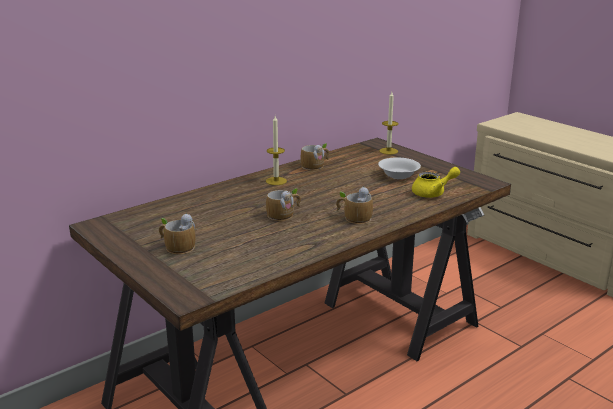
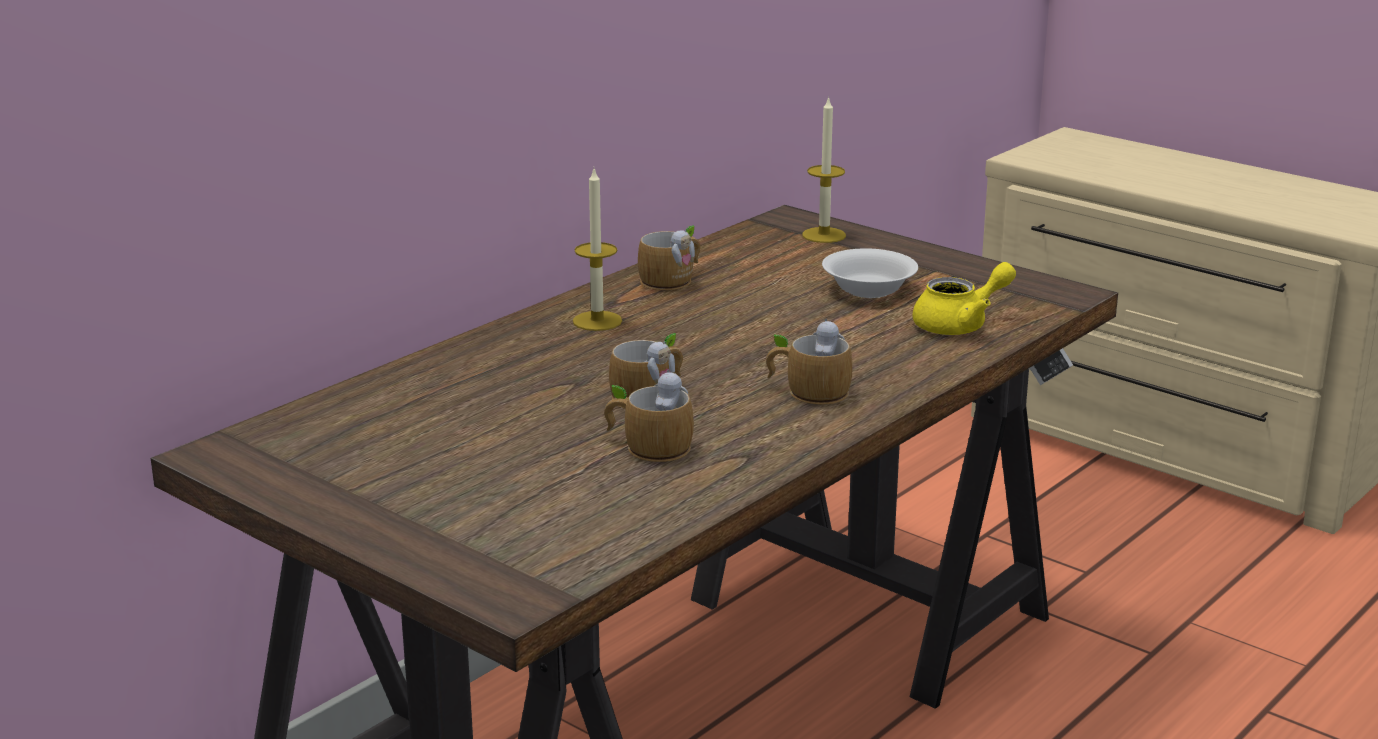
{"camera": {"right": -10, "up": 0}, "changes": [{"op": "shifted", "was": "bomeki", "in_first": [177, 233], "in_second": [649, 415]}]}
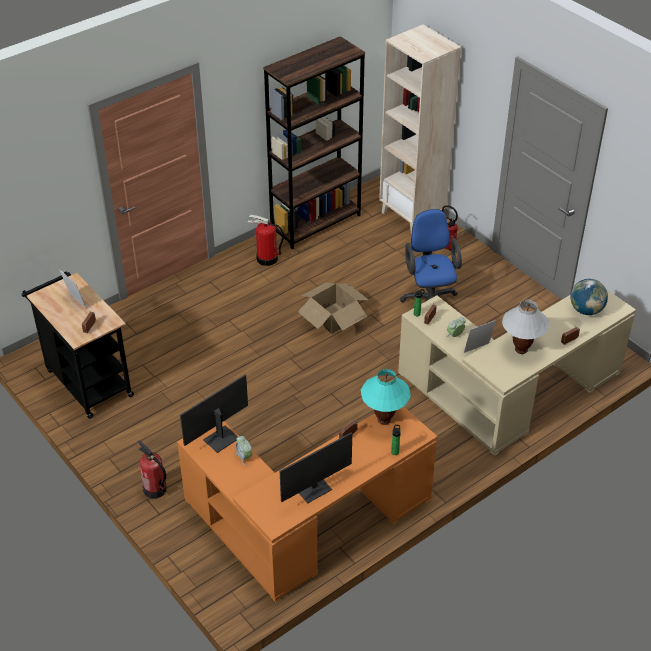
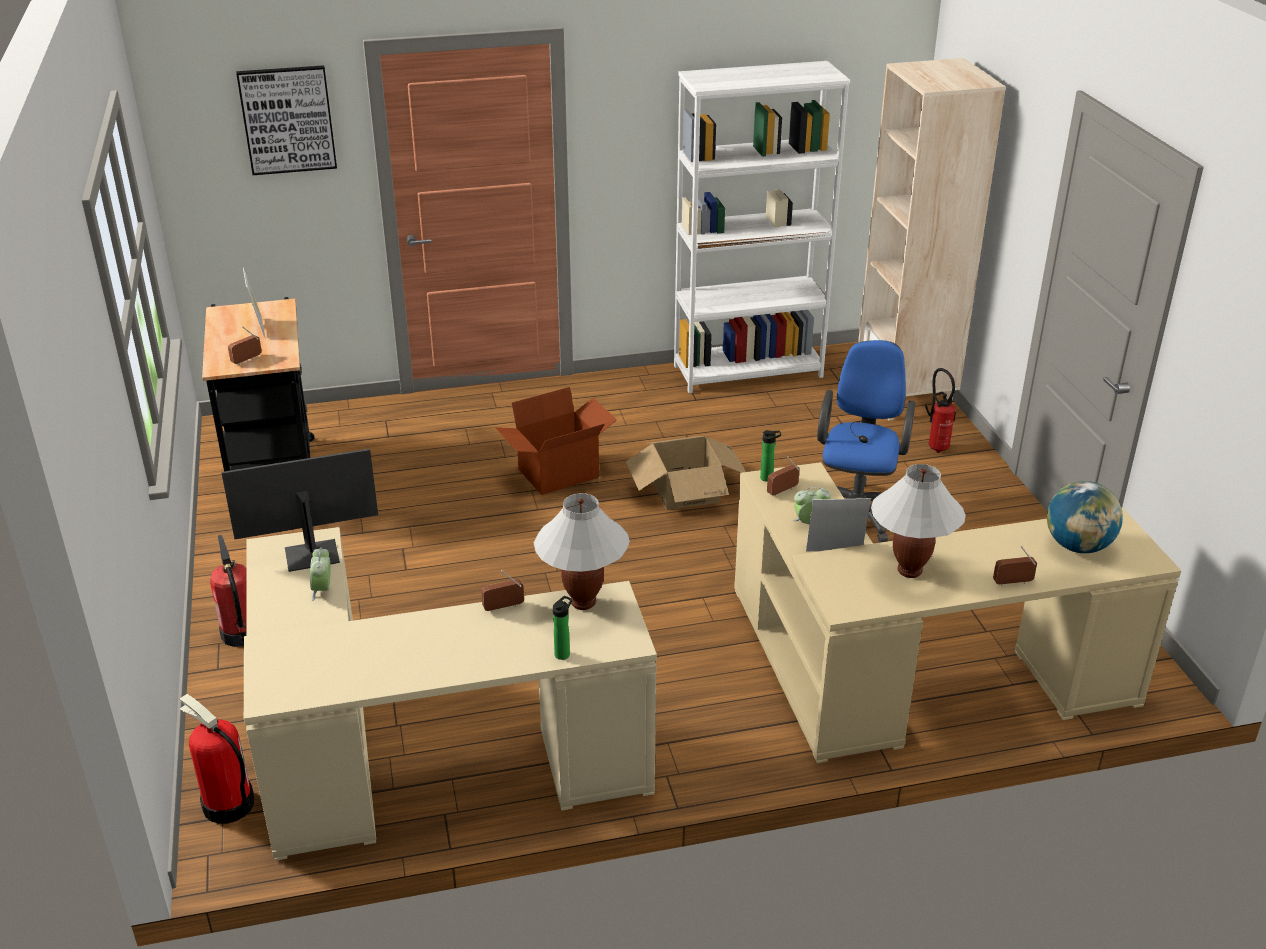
{"camera": {"right": 25, "up": -10}, "changes": [{"op": "repainted", "was": "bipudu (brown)", "now": "bipudu (white)", "in_first": [314, 142], "in_second": [762, 227]}, {"op": "shifted", "was": "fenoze", "in_first": [265, 240], "in_second": [216, 759]}, {"op": "repainted", "was": "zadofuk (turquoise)", "now": "zadofuk (white)", "in_first": [386, 397], "in_second": [582, 551]}, {"op": "repainted", "was": "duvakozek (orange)", "now": "duvakozek (beige)", "in_first": [307, 504], "in_second": [450, 694]}, {"op": "gone", "was": "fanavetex", "in_first": [316, 467]}, {"op": "new", "now": "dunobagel", "in_second": [286, 120]}, {"op": "new", "now": "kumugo", "in_second": [556, 441]}]}
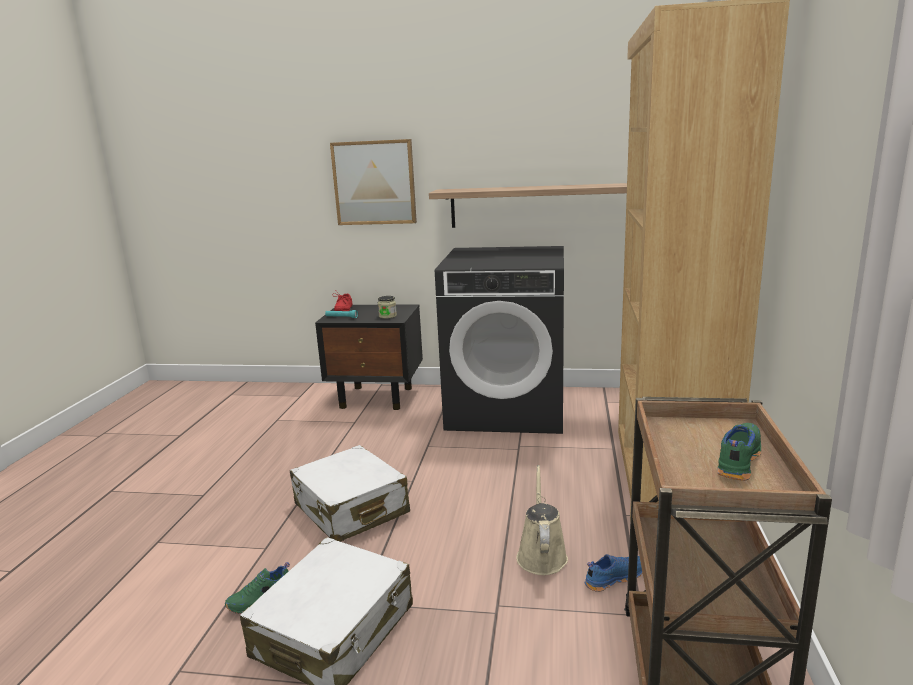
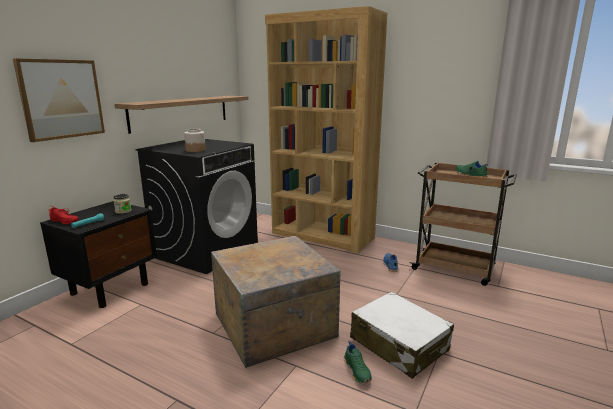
{"camera": {"right": -70, "up": 0}, "changes": [{"op": "swapped", "was": "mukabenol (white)", "now": "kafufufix", "in_first": [350, 493], "in_second": [276, 302]}, {"op": "gone", "was": "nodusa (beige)", "in_first": [542, 520]}, {"op": "new", "now": "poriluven", "in_second": [195, 140]}]}
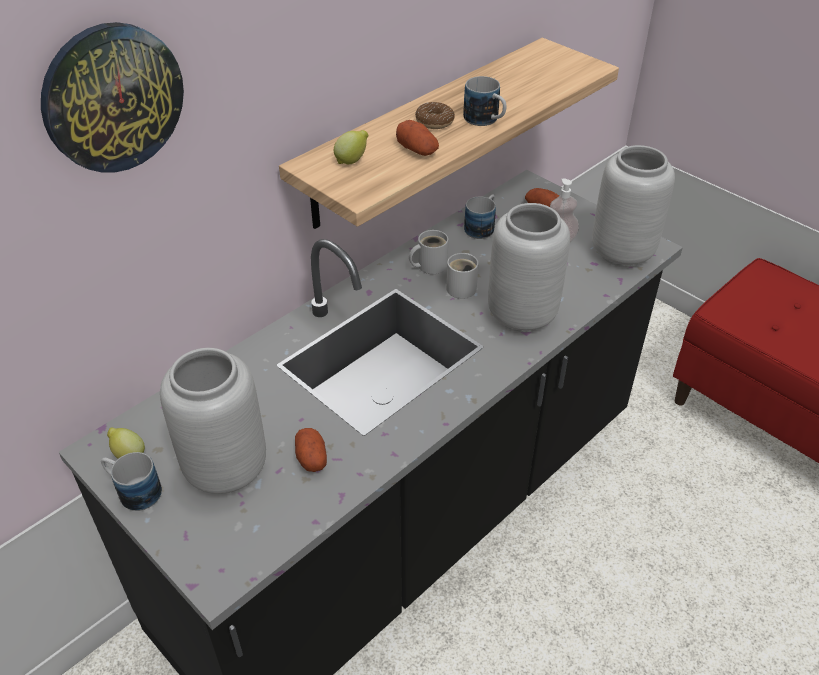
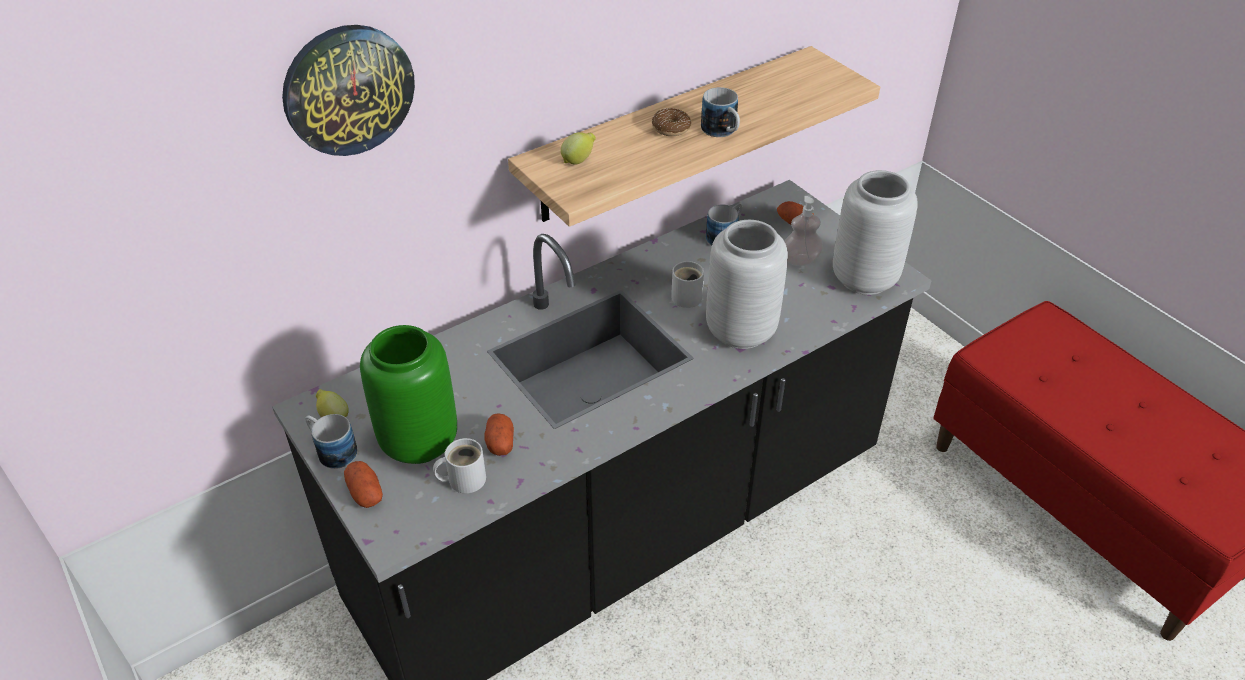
{"camera": {"right": 10, "up": 0}, "changes": [{"op": "shifted", "was": "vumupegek", "in_first": [417, 138], "in_second": [363, 484]}, {"op": "shifted", "was": "bomeki (white)", "in_first": [428, 252], "in_second": [459, 466]}, {"op": "repainted", "was": "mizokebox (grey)", "now": "mizokebox (green)", "in_first": [213, 421], "in_second": [408, 394]}]}
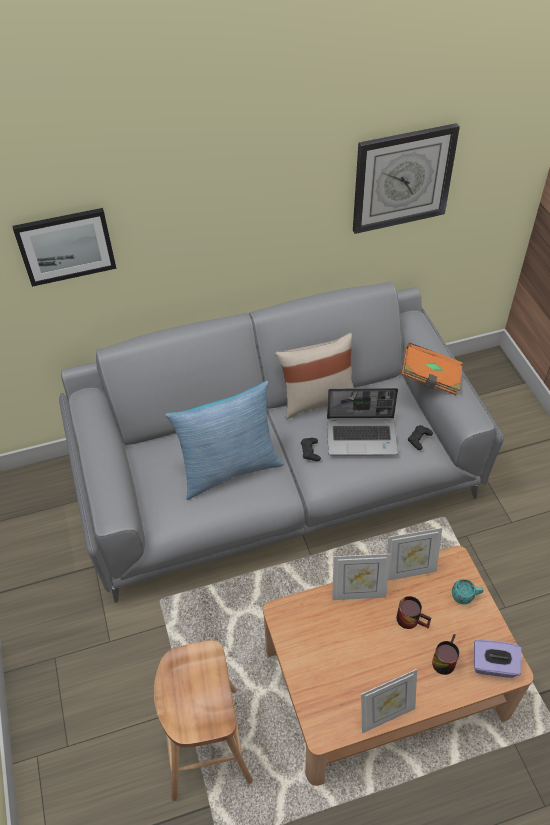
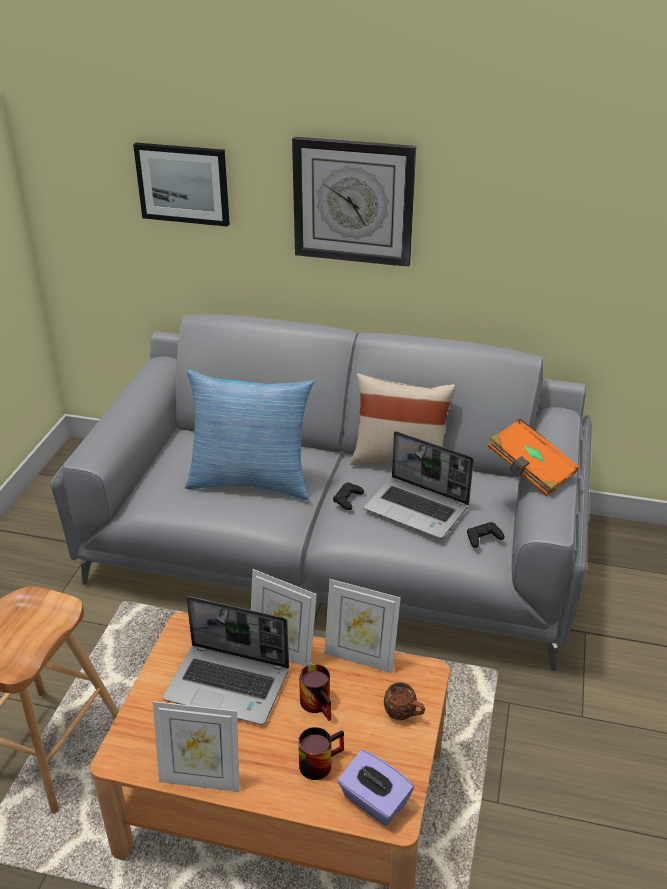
{"camera": {"right": 30, "up": -15}, "changes": [{"op": "shifted", "was": "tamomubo", "in_first": [406, 178], "in_second": [354, 202]}, {"op": "repainted", "was": "bomeki (turquoise)", "now": "bomeki (brown)", "in_first": [468, 591], "in_second": [404, 701]}, {"op": "new", "now": "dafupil", "in_second": [226, 660]}]}
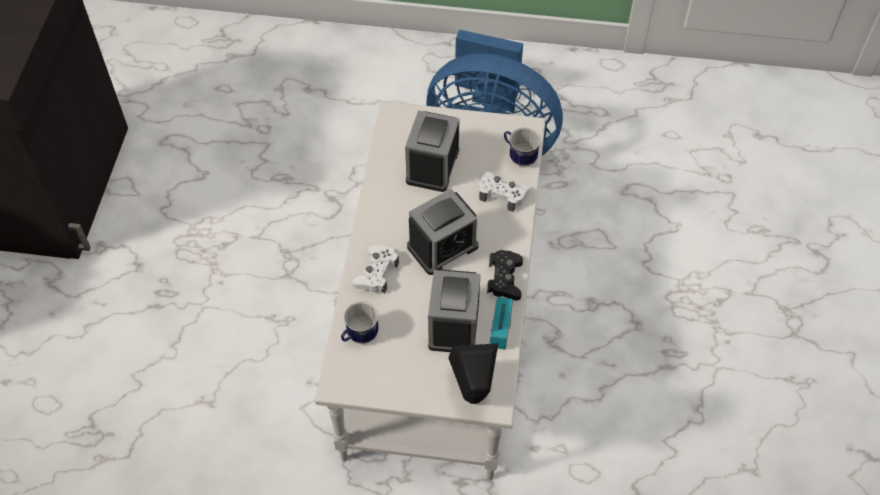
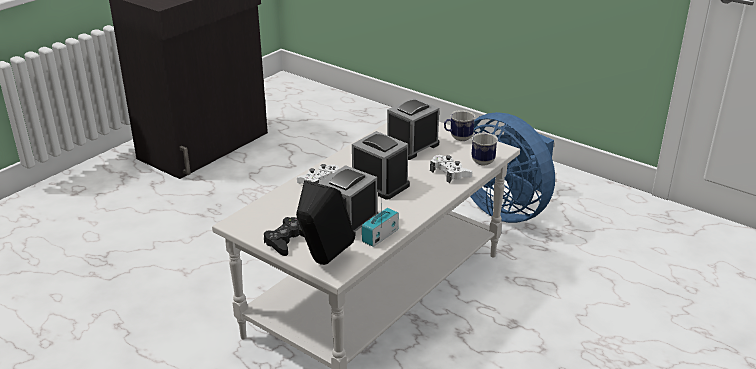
{"camera": {"right": 30, "up": -25}, "changes": [{"op": "rotated", "was": "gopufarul", "in_first": [443, 232], "in_second": [381, 165], "clockwise": -135}, {"op": "shifted", "was": "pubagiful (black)", "in_first": [505, 275], "in_second": [284, 236]}, {"op": "shifted", "was": "bomeki", "in_first": [360, 322], "in_second": [459, 125]}]}
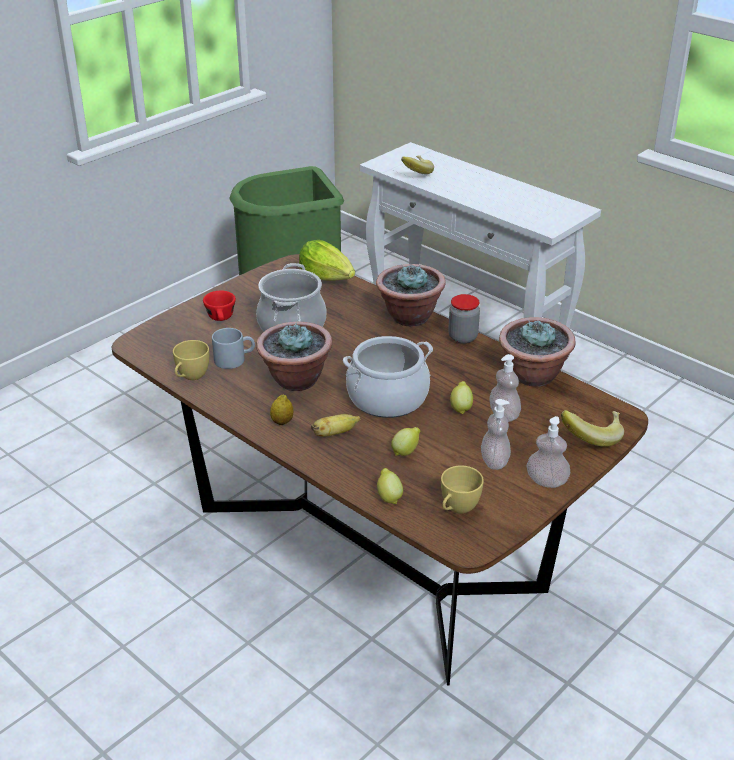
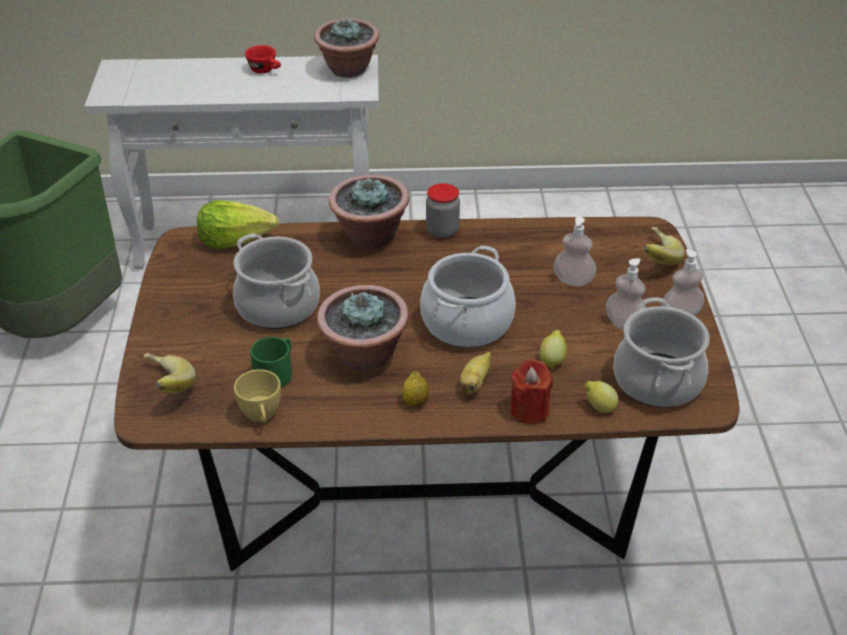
{"camera": {"right": -45, "up": 5}, "changes": [{"op": "shifted", "was": "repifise", "in_first": [417, 164], "in_second": [170, 372]}, {"op": "shifted", "was": "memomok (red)", "in_first": [219, 306], "in_second": [263, 59]}, {"op": "shifted", "was": "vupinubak", "in_first": [537, 352], "in_second": [346, 48]}, {"op": "repainted", "was": "bomeki (grey)", "now": "bomeki (green)", "in_first": [233, 348], "in_second": [271, 362]}, {"op": "gone", "was": "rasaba", "in_first": [461, 397]}, {"op": "swapped", "was": "memomok (yellow)", "now": "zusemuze", "in_first": [462, 489], "in_second": [661, 352]}, {"op": "new", "now": "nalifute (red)", "in_second": [531, 391]}]}
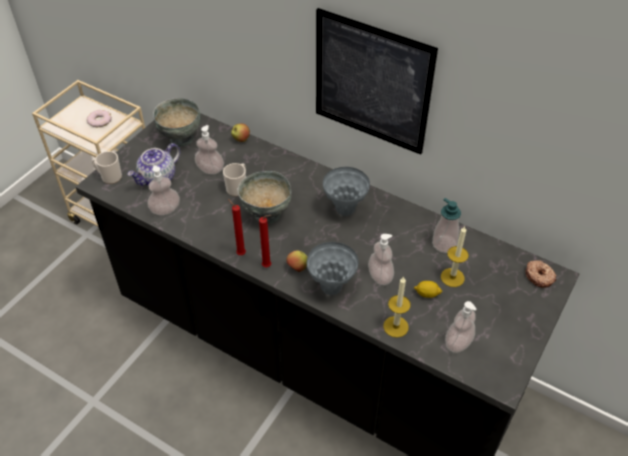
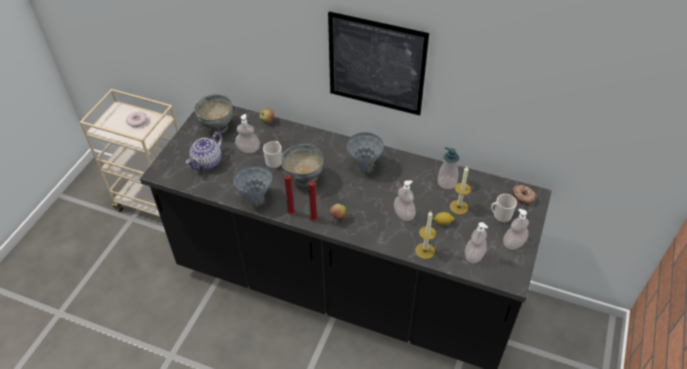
{"camera": {"right": -10, "up": 0}, "changes": [{"op": "shifted", "was": "bomeki", "in_first": [107, 167], "in_second": [504, 208]}, {"op": "shifted", "was": "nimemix", "in_first": [163, 190], "in_second": [516, 229]}, {"op": "shifted", "was": "mizokebox (grey)", "in_first": [333, 268], "in_second": [252, 184]}]}
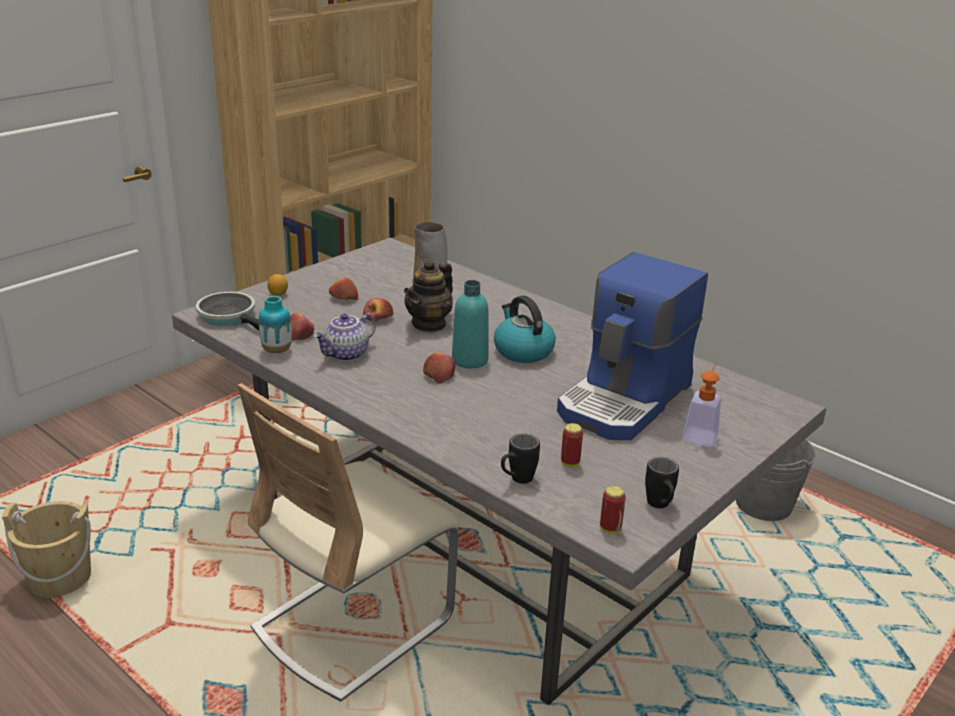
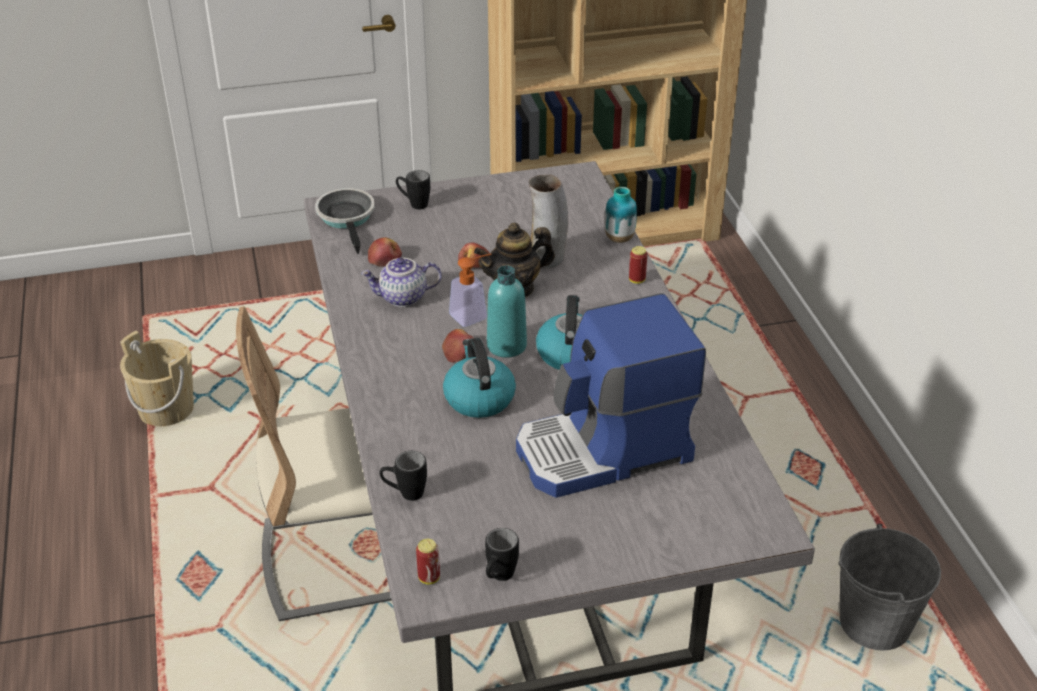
{"camera": {"right": 35, "up": 10}, "changes": [{"op": "swapped", "was": "rasaba", "now": "bomeki (black)", "in_first": [277, 285], "in_second": [413, 190]}, {"op": "gone", "was": "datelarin", "in_first": [343, 289]}, {"op": "shifted", "was": "mizokebox", "in_first": [275, 325], "in_second": [621, 215]}, {"op": "shifted", "was": "nimemix", "in_first": [701, 405], "in_second": [470, 290]}, {"op": "shifted", "was": "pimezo", "in_first": [572, 445], "in_second": [638, 265]}, {"op": "new", "now": "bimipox", "in_second": [479, 378]}]}
